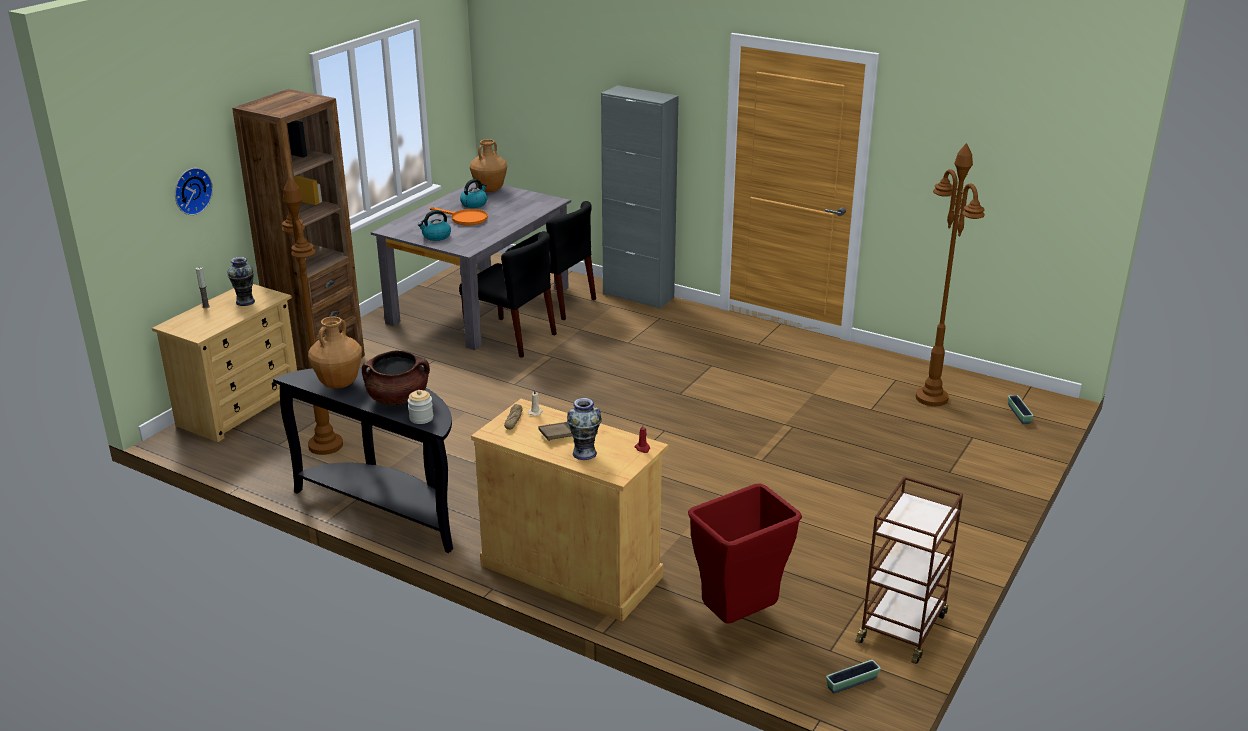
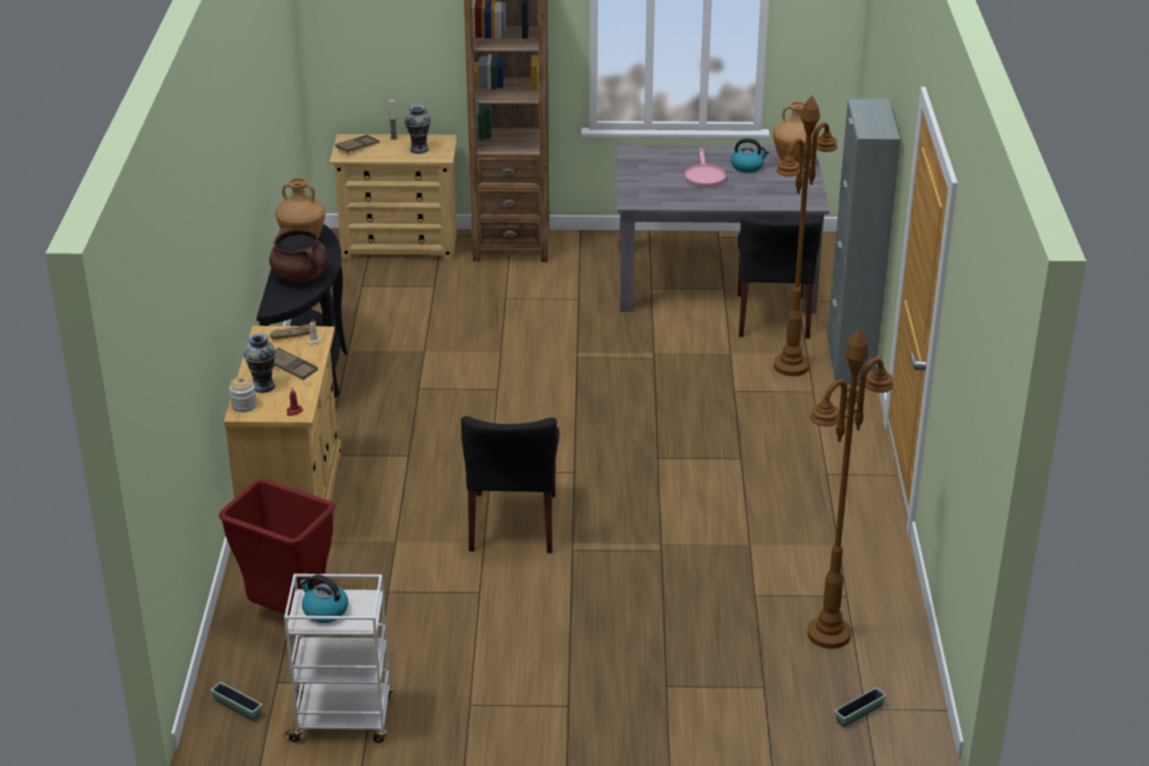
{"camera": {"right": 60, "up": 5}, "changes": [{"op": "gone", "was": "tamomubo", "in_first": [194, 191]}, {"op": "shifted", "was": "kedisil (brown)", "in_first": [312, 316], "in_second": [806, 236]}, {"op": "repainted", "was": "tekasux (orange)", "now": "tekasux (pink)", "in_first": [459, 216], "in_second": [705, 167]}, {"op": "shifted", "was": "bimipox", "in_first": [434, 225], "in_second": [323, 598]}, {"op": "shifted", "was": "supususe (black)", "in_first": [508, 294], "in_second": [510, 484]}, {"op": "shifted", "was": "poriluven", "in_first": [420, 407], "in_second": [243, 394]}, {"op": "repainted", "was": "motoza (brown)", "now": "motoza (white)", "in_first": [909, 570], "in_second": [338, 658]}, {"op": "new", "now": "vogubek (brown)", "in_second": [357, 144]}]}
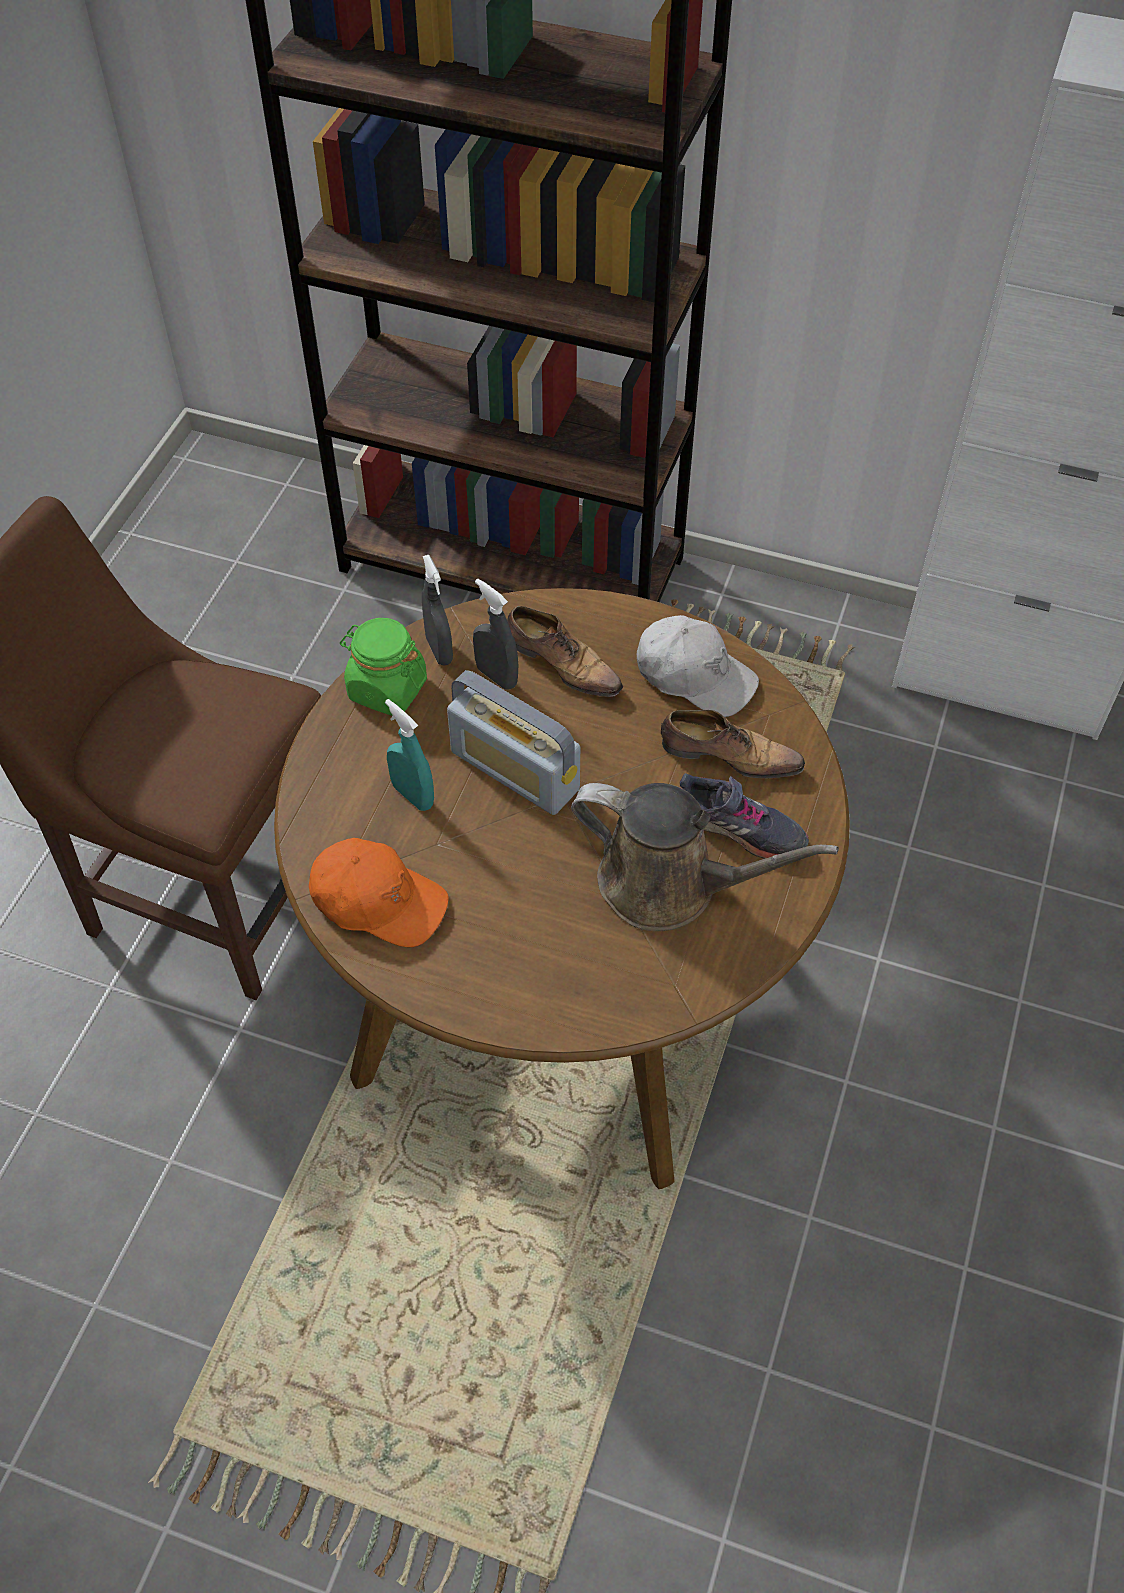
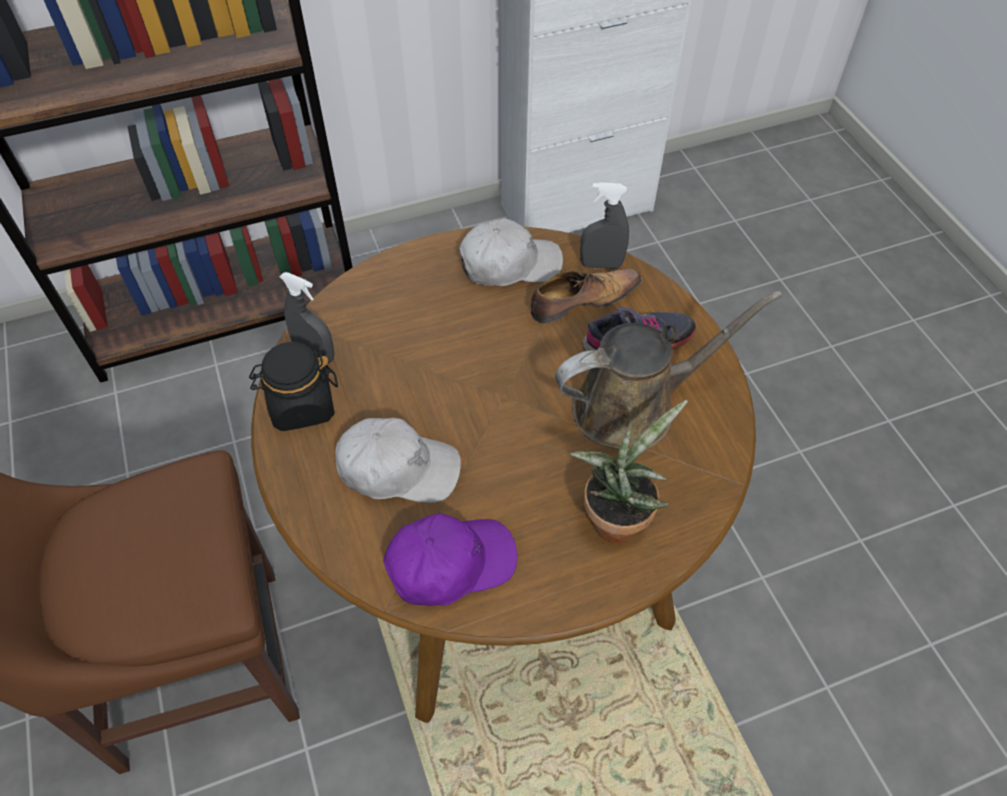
{"camera": {"right": -40, "up": 0}, "changes": [{"op": "shifted", "was": "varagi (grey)", "in_first": [495, 634], "in_second": [604, 225]}, {"op": "gone", "was": "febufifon", "in_first": [565, 651]}, {"op": "repainted", "was": "poriluven (green)", "now": "poriluven (black)", "in_first": [383, 667], "in_second": [293, 386]}, {"op": "gone", "was": "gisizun", "in_first": [513, 742]}, {"op": "swapped", "was": "varagi (turquoise)", "now": "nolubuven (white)", "in_first": [409, 755], "in_second": [398, 460]}, {"op": "repainted", "was": "nolubuven (orange)", "now": "nolubuven (purple)", "in_first": [379, 892], "in_second": [450, 559]}, {"op": "new", "now": "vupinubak", "in_second": [628, 471]}]}
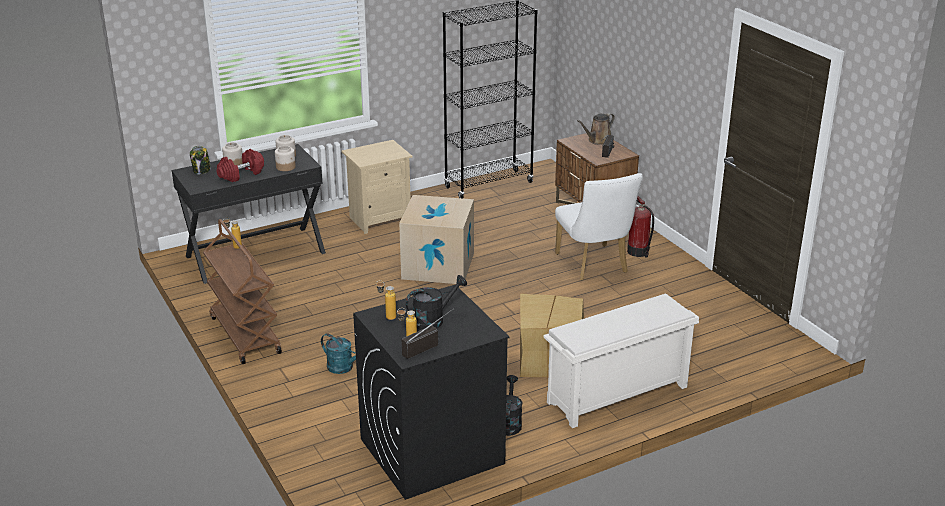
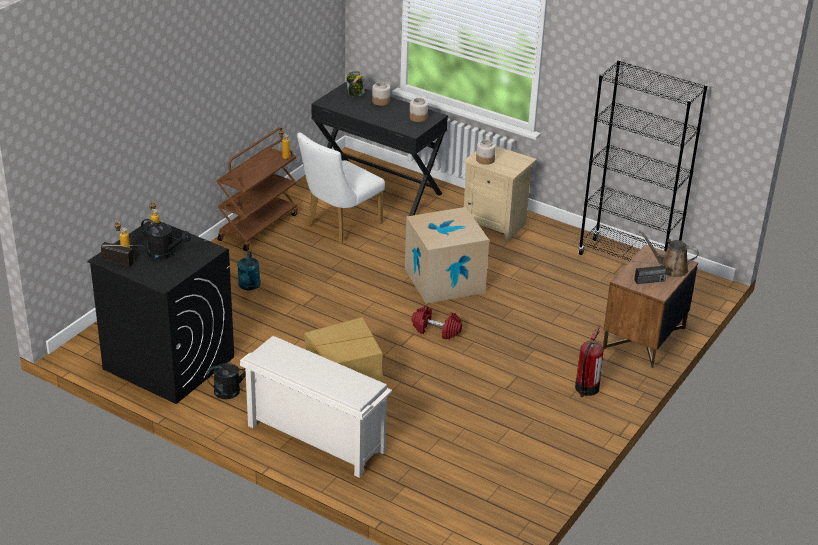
{"camera": {"right": 60, "up": 5}, "changes": [{"op": "shifted", "was": "poriluven", "in_first": [285, 158], "in_second": [486, 152]}, {"op": "shifted", "was": "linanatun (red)", "in_first": [240, 165], "in_second": [436, 322]}, {"op": "shifted", "was": "supususe (white)", "in_first": [599, 227], "in_second": [341, 188]}]}
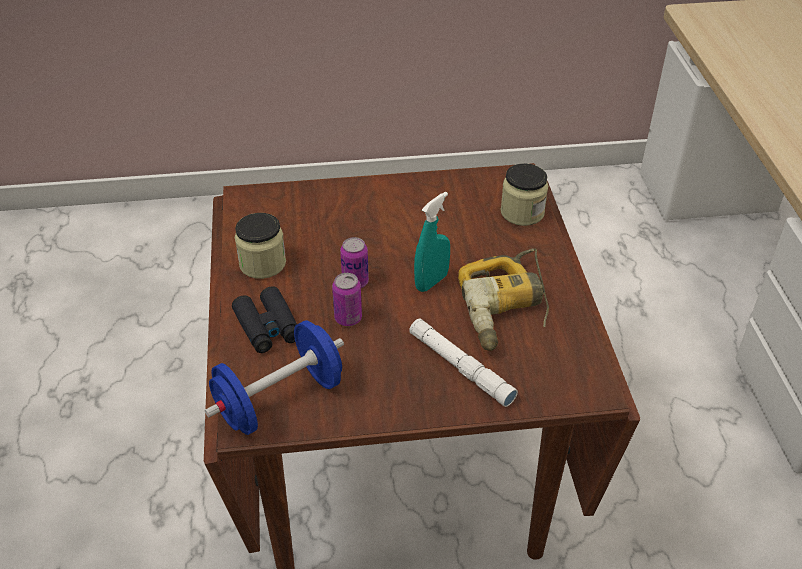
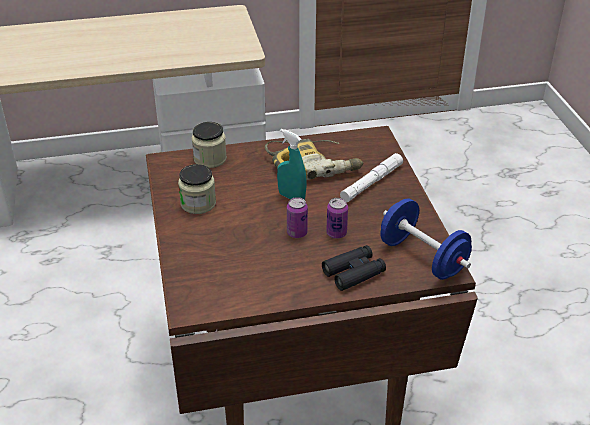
{"camera": {"right": -95, "up": -5}, "changes": [{"op": "shifted", "was": "poriluven", "in_first": [260, 246], "in_second": [197, 189]}]}
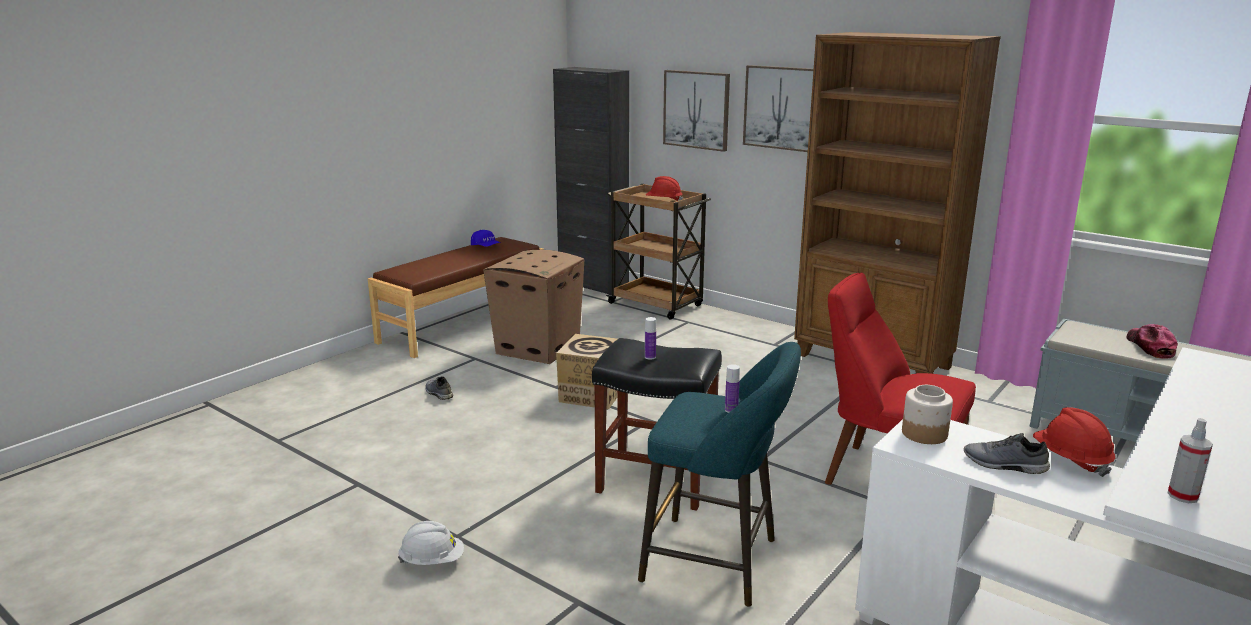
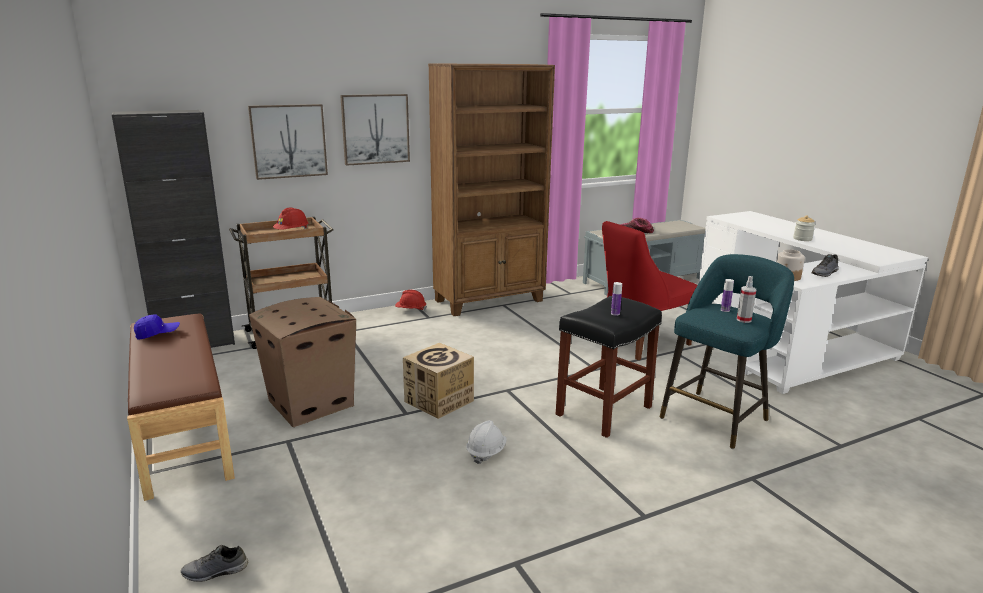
{"camera": {"right": -65, "up": 0}, "changes": [{"op": "shifted", "was": "febufifon (grey)", "in_first": [439, 388], "in_second": [214, 563]}, {"op": "shifted", "was": "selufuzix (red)", "in_first": [1074, 442], "in_second": [411, 300]}, {"op": "shifted", "was": "varagi", "in_first": [1190, 460], "in_second": [746, 299]}, {"op": "shifted", "was": "selufuzix (white)", "in_first": [431, 543], "in_second": [486, 442]}, {"op": "new", "now": "poriluven", "in_second": [804, 228]}]}
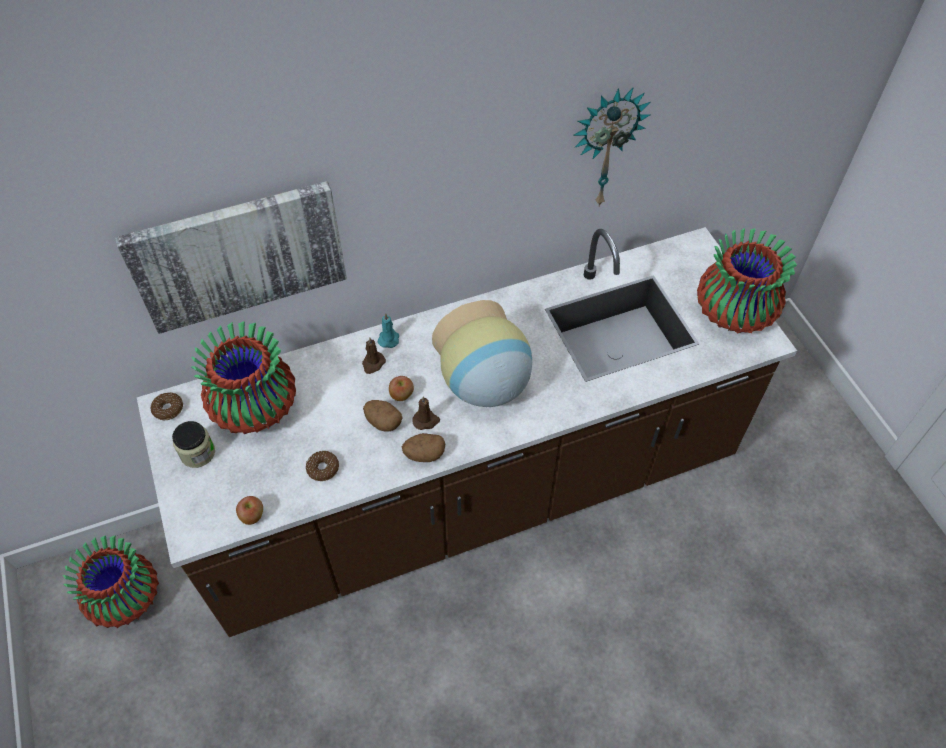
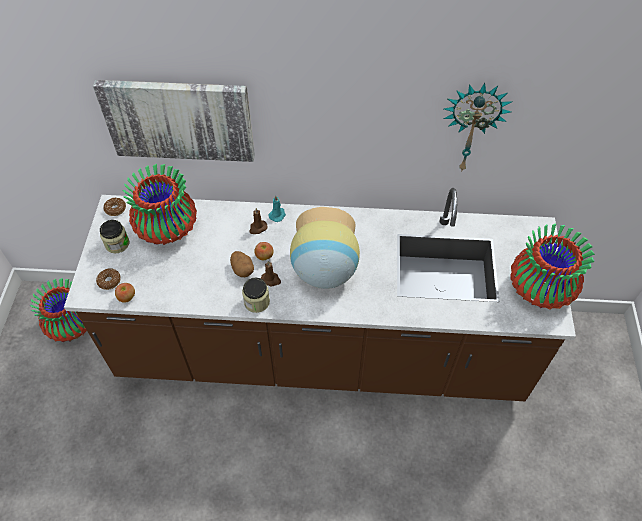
{"camera": {"right": 25, "up": 0}, "changes": [{"op": "swapped", "was": "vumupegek", "now": "poriluven", "in_first": [423, 447], "in_second": [256, 295]}, {"op": "shifted", "was": "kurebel", "in_first": [322, 466], "in_second": [108, 279]}]}
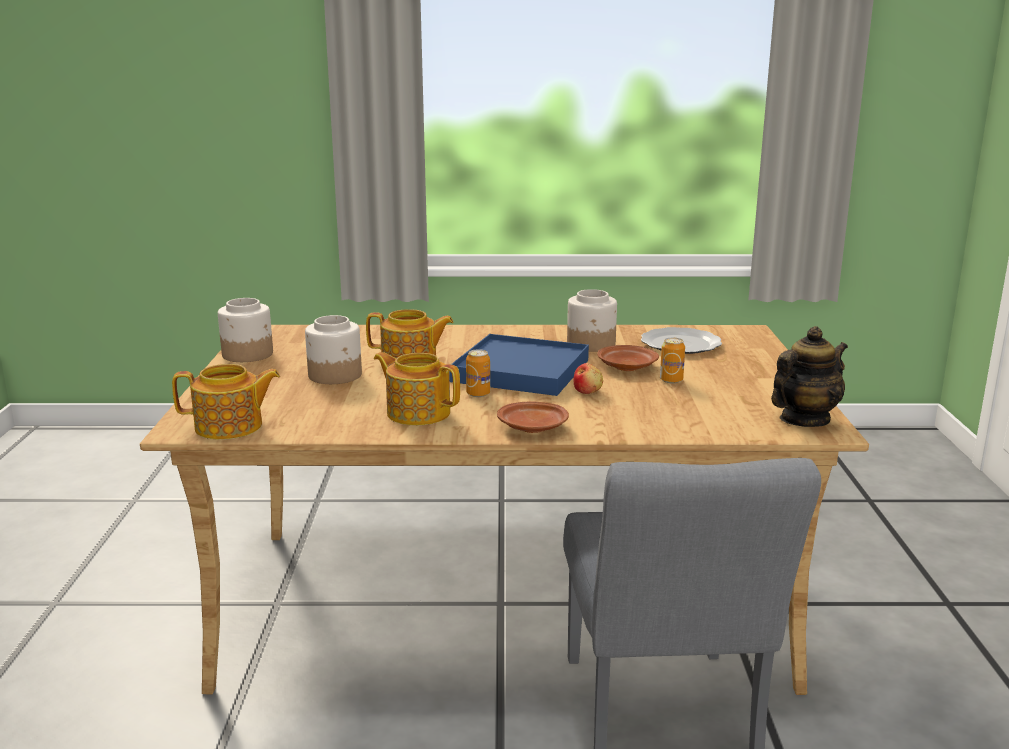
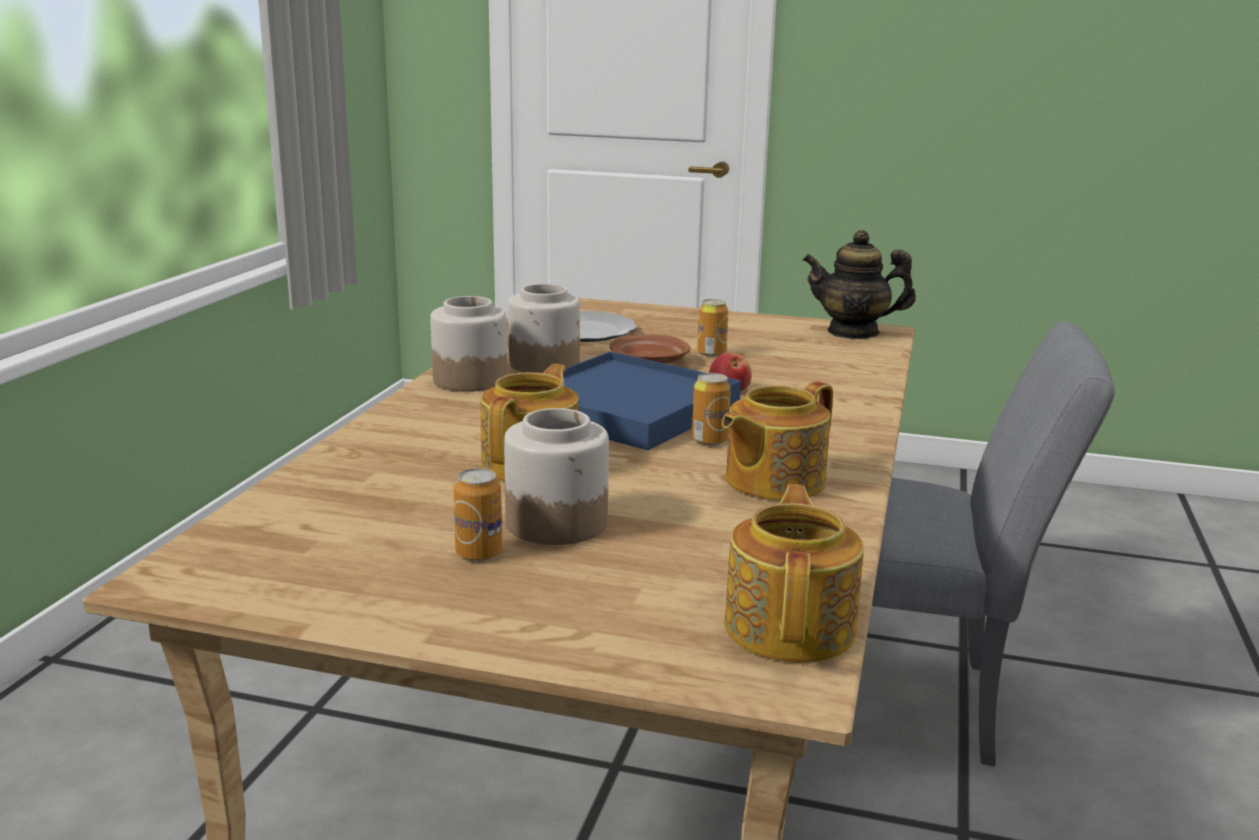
{"camera": {"right": -75, "up": 0}, "changes": [{"op": "shifted", "was": "poriluven", "in_first": [245, 330], "in_second": [468, 344]}, {"op": "rotated", "was": "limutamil", "in_first": [809, 376], "in_second": [859, 284], "clockwise": -60}, {"op": "gone", "was": "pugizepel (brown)", "in_first": [533, 417]}, {"op": "new", "now": "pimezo", "in_second": [478, 515]}]}
